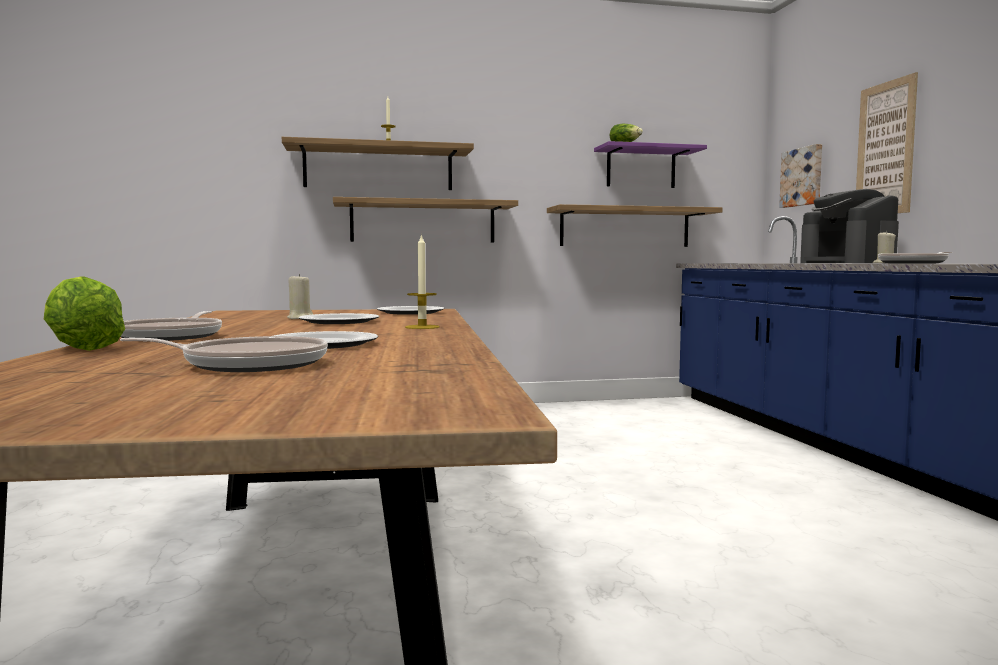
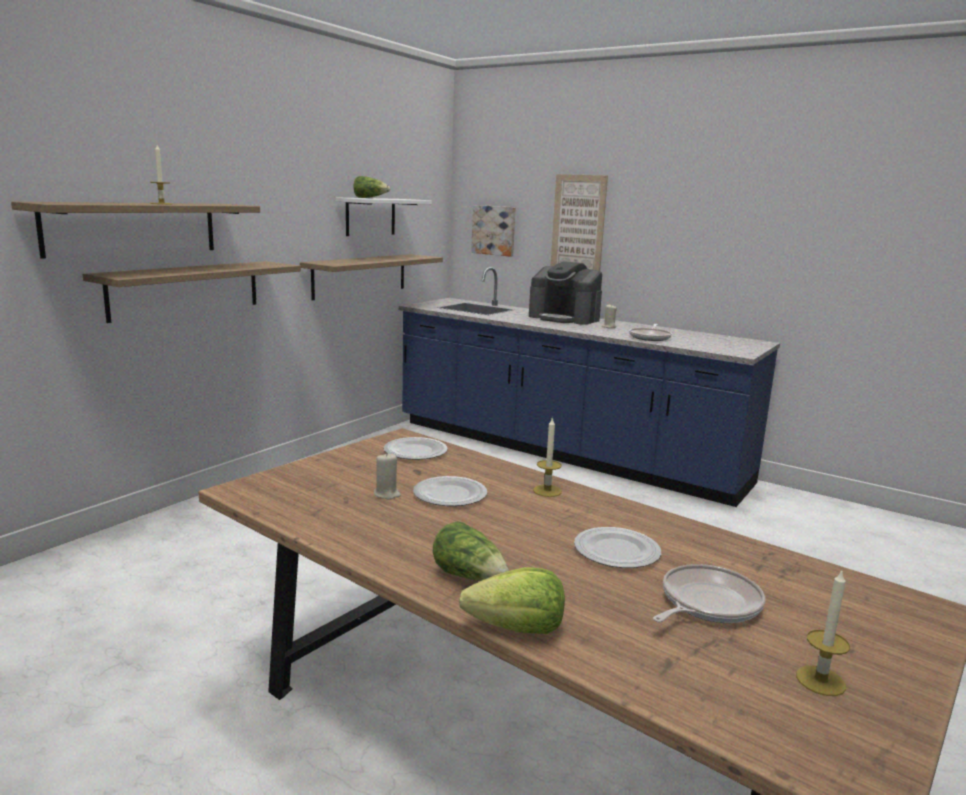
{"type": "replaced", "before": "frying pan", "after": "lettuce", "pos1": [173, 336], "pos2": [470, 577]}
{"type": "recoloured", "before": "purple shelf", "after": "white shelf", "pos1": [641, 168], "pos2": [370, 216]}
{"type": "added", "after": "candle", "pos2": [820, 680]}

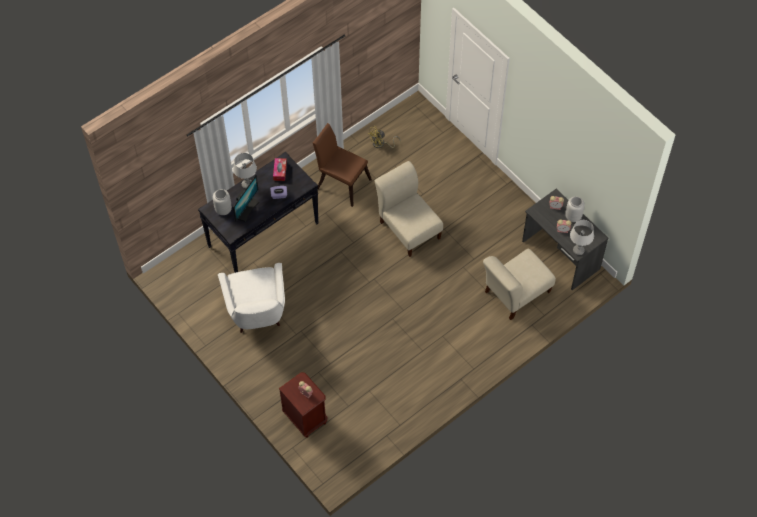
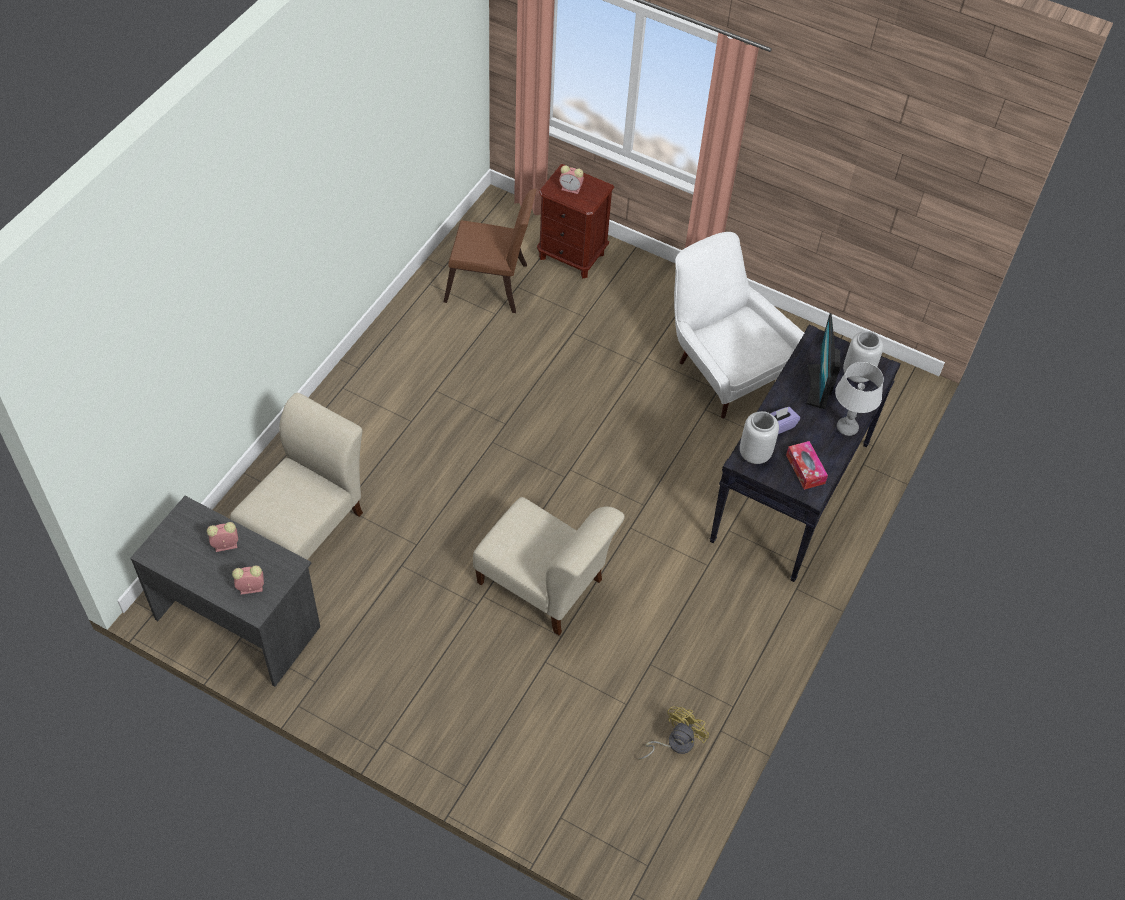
{"type": "moved", "before": "brown chair", "pos1": [341, 182], "pos2": [491, 286]}
{"type": "moved", "before": "grey vase", "pos1": [573, 216], "pos2": [754, 454]}
{"type": "removed", "before": "grey table lamp", "pos1": [578, 250]}

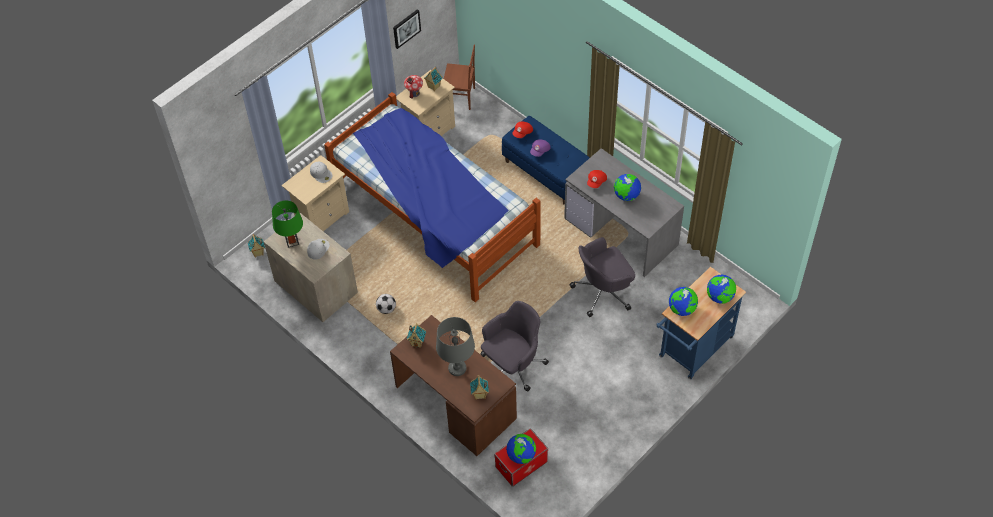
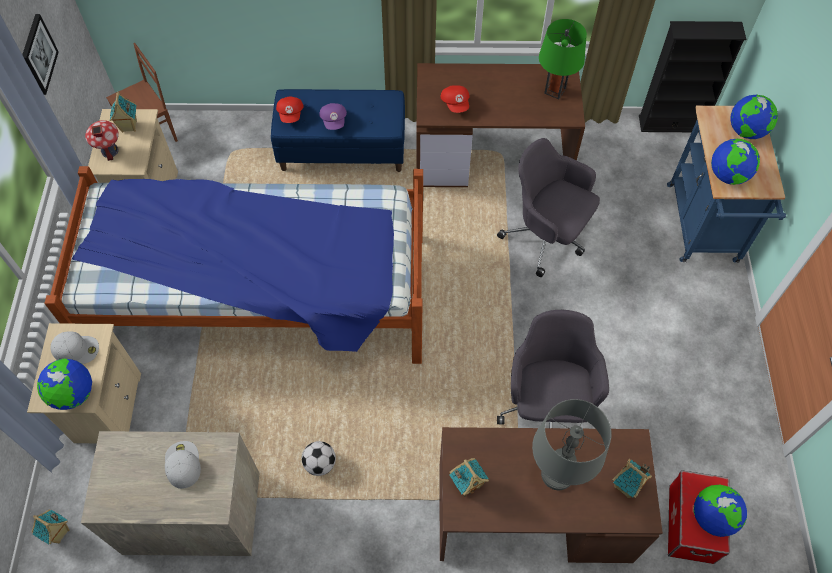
{"type": "moved", "before": "green table lamp", "pos1": [292, 242], "pos2": [555, 90]}
{"type": "recoloured", "before": "grey desk", "after": "brown desk", "pos1": [622, 231], "pos2": [492, 156]}
{"type": "turned", "before": "grey office chair", "pos1": [603, 291], "pos2": [546, 236], "turn": 105}
{"type": "moved", "before": "globe", "pos1": [626, 195], "pos2": [73, 394]}
{"type": "added", "after": "black bookcase", "pos2": [671, 124]}

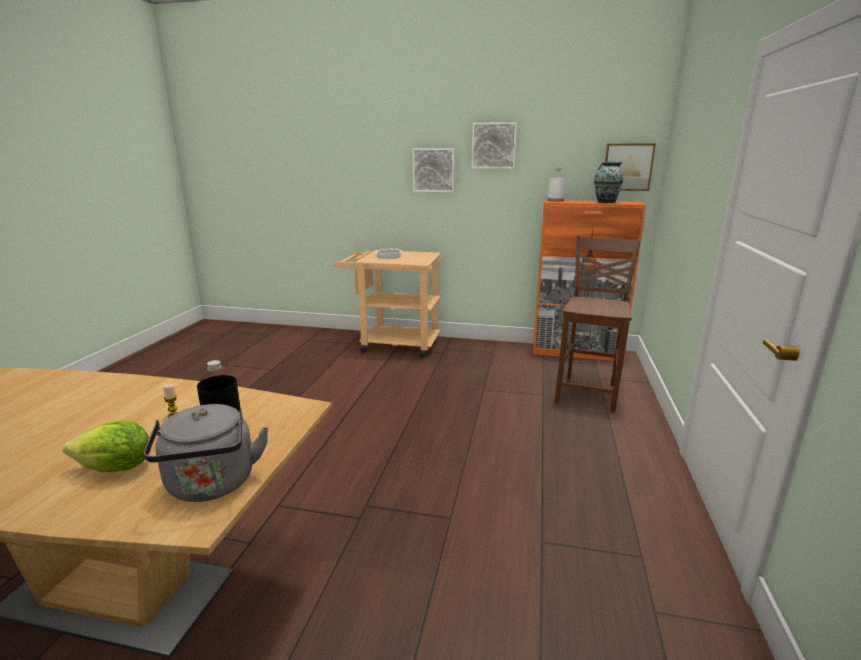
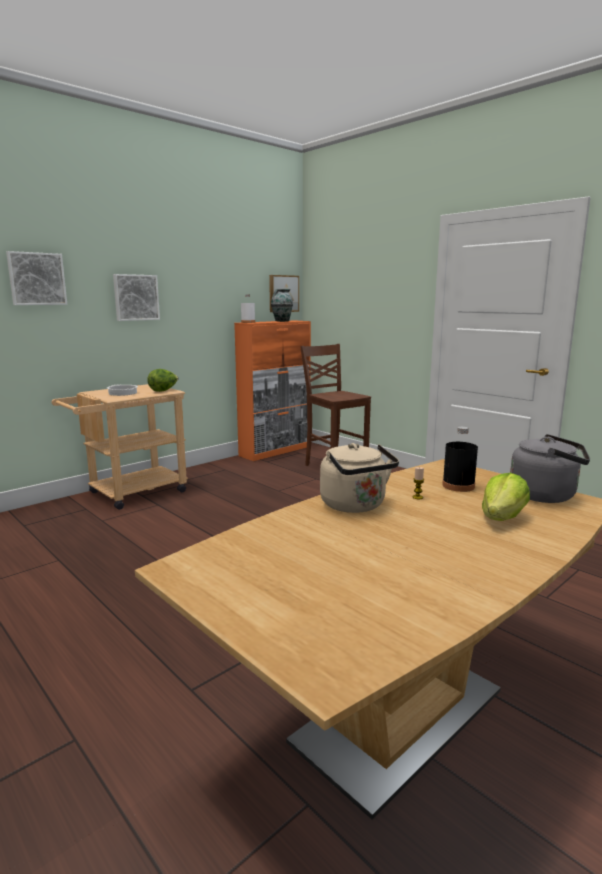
{"type": "moved", "before": "picture", "pos1": [494, 145], "pos2": [36, 279]}
{"type": "added", "after": "lettuce", "pos2": [163, 390]}
{"type": "added", "after": "beige kettle", "pos2": [355, 506]}

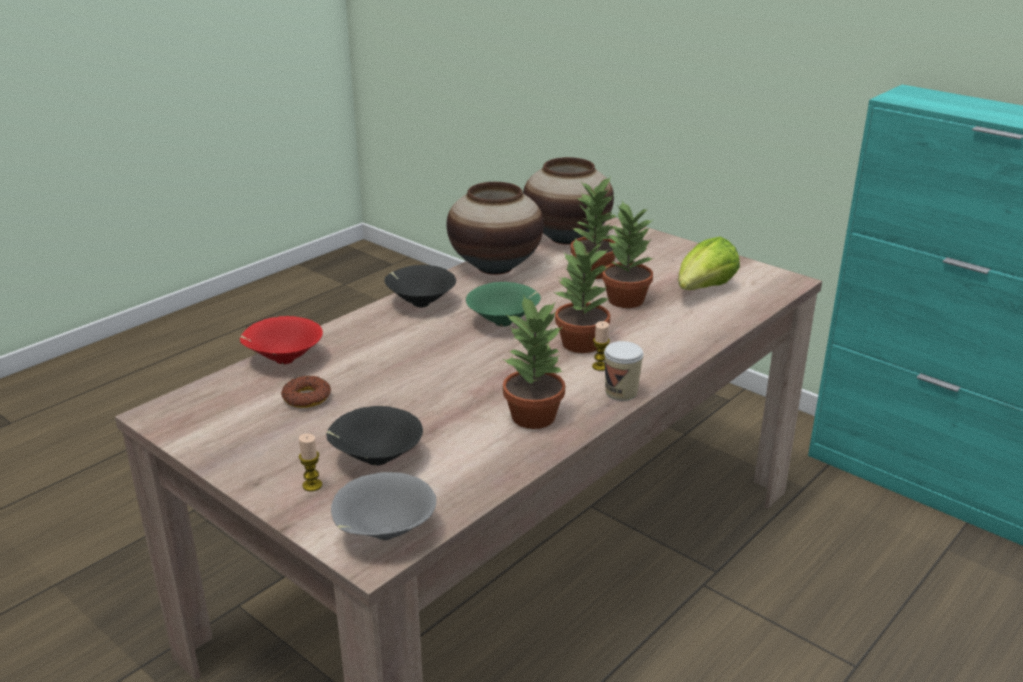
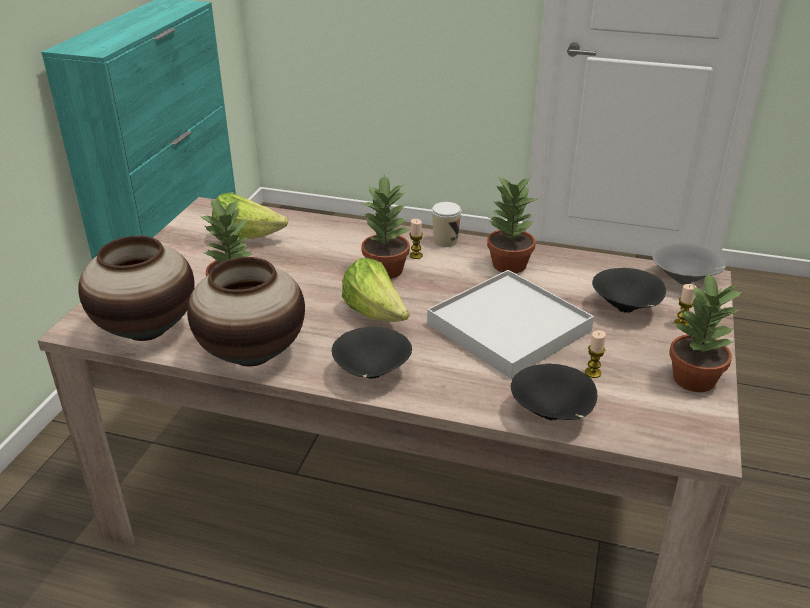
{"type": "recoloured", "before": "red bowl", "after": "black bowl", "pos1": [283, 360], "pos2": [552, 415]}
{"type": "replaced", "before": "donut", "after": "candle", "pos1": [306, 398], "pos2": [592, 373]}
{"type": "replaced", "before": "green bowl", "after": "lettuce", "pos1": [504, 322], "pos2": [376, 314]}
{"type": "moved", "before": "potted plant", "pos1": [625, 299], "pos2": [694, 380]}
{"type": "added", "after": "white tray", "pos2": [508, 327]}

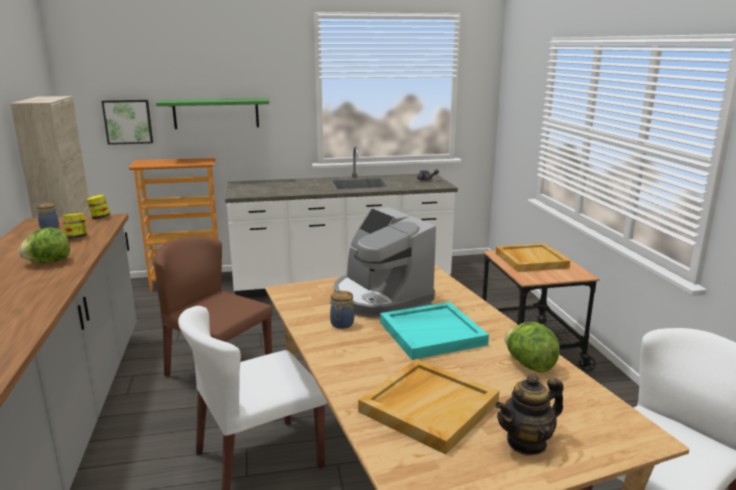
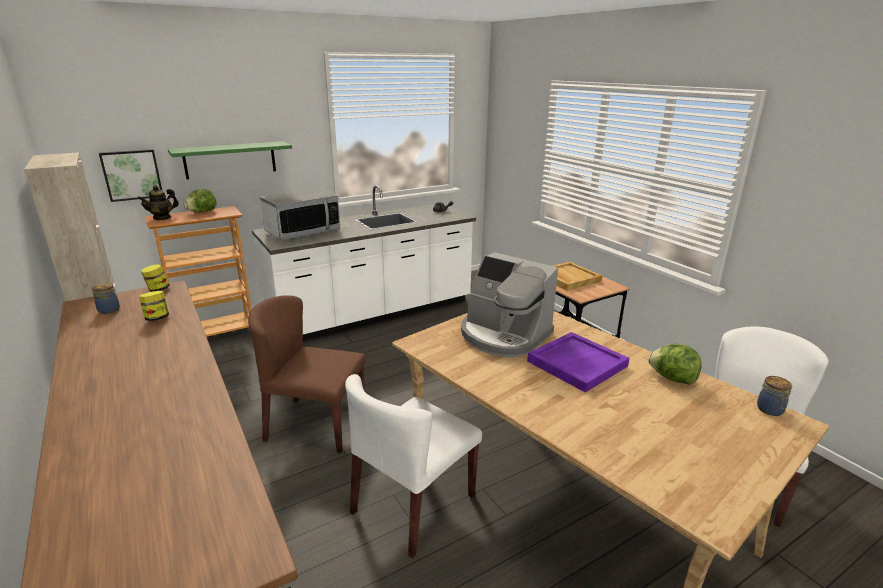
{"type": "moved", "before": "lettuce", "pos1": [48, 262], "pos2": [202, 212]}
{"type": "moved", "before": "jar", "pos1": [341, 324], "pos2": [770, 410]}
{"type": "removed", "before": "beige tray", "pos1": [428, 406]}
{"type": "recoloured", "before": "turquoise tray", "after": "purple tray", "pos1": [432, 333], "pos2": [577, 363]}
{"type": "moved", "before": "teapot", "pos1": [527, 442], "pos2": [162, 218]}
{"type": "added", "after": "microwave", "pos2": [303, 231]}

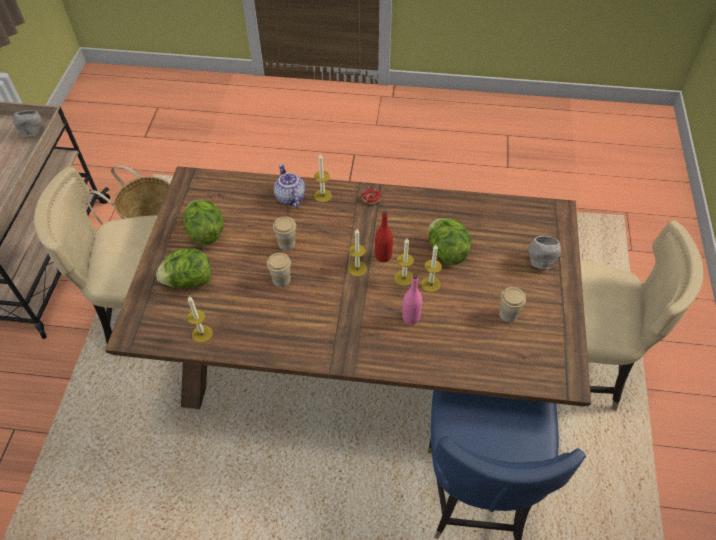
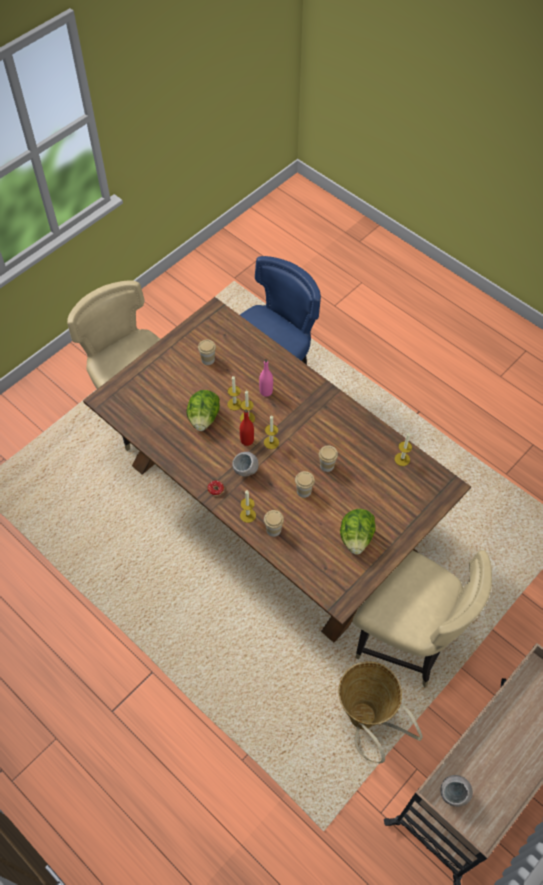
{"type": "removed", "before": "lettuce", "pos1": [188, 281]}
{"type": "replaced", "before": "teapot", "after": "cup", "pos1": [289, 197], "pos2": [273, 529]}
{"type": "moved", "before": "grey bowl", "pos1": [540, 262], "pos2": [246, 471]}

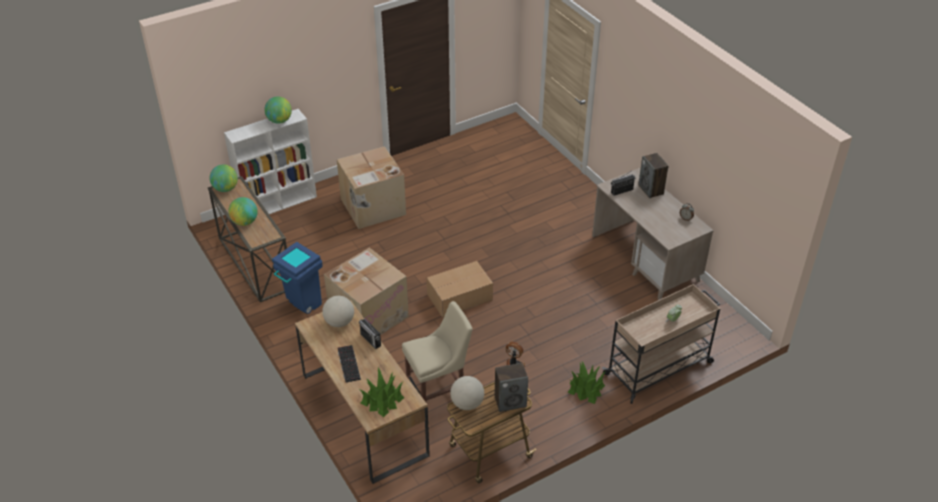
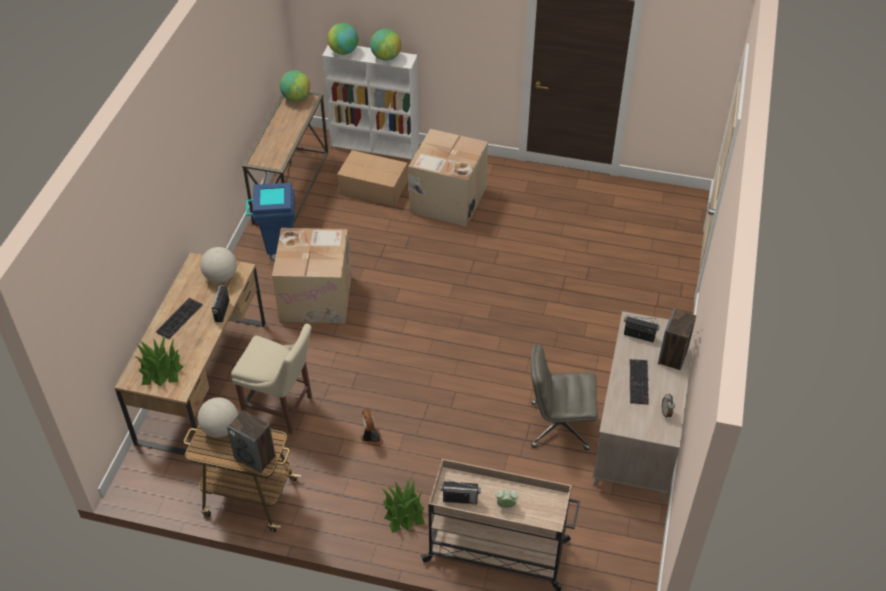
{"type": "moved", "before": "globe", "pos1": [245, 222], "pos2": [343, 51]}
{"type": "moved", "before": "cardboard box", "pos1": [458, 297], "pos2": [372, 186]}
{"type": "added", "after": "radio", "pos2": [460, 499]}
{"type": "added", "after": "grey office chair", "pos2": [558, 426]}
{"type": "added", "after": "keyboard", "pos2": [639, 382]}

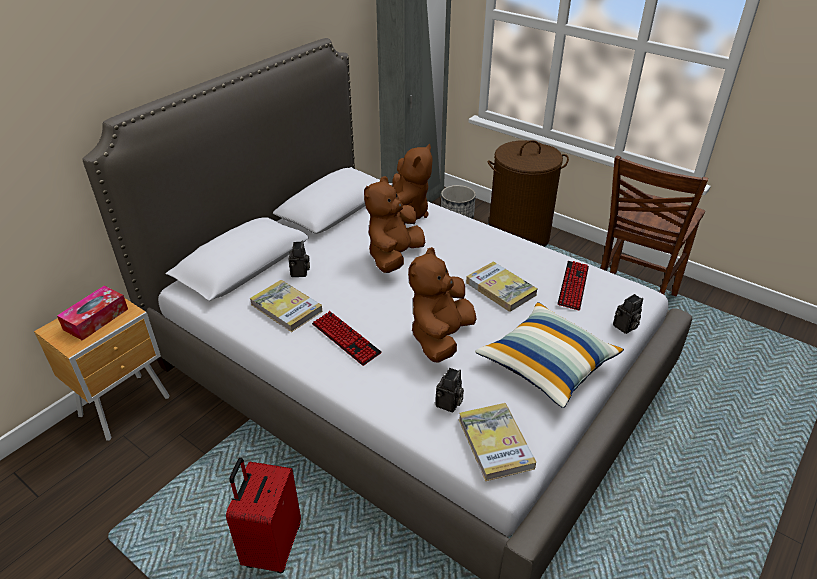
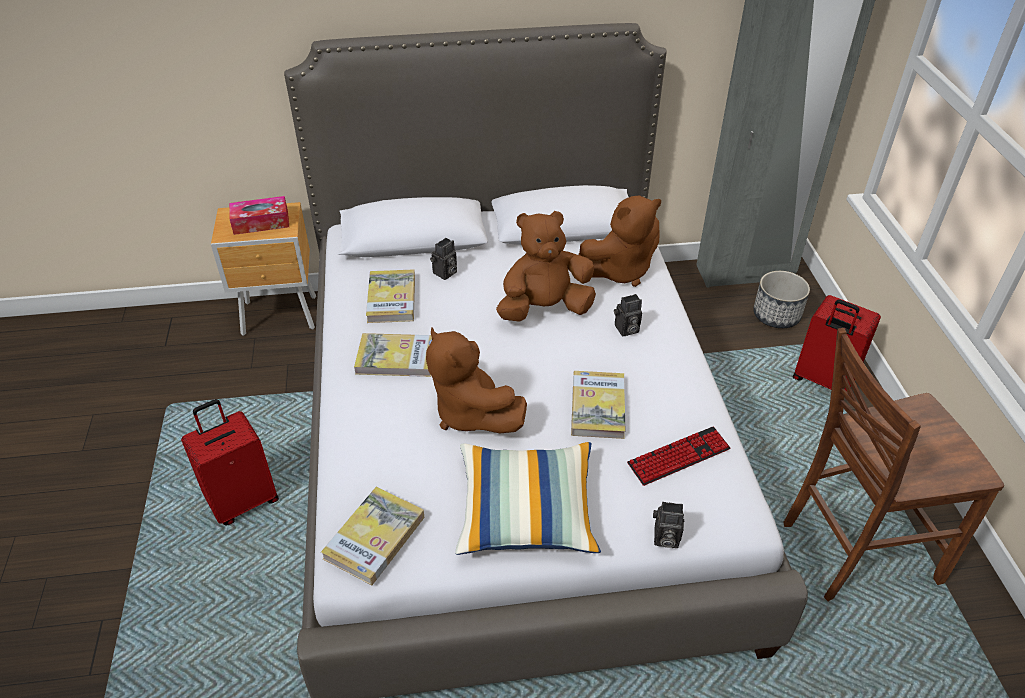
{"type": "replaced", "before": "keyboard", "after": "book", "pos1": [346, 339], "pos2": [396, 358]}
{"type": "turned", "before": "brown plush toy", "pos1": [440, 337], "pos2": [471, 413], "turn": -105}
{"type": "moved", "before": "photo camera", "pos1": [449, 404], "pos2": [626, 330]}
{"type": "replaced", "before": "brown laundry basket", "after": "red suitcase", "pos1": [518, 236], "pos2": [822, 380]}

